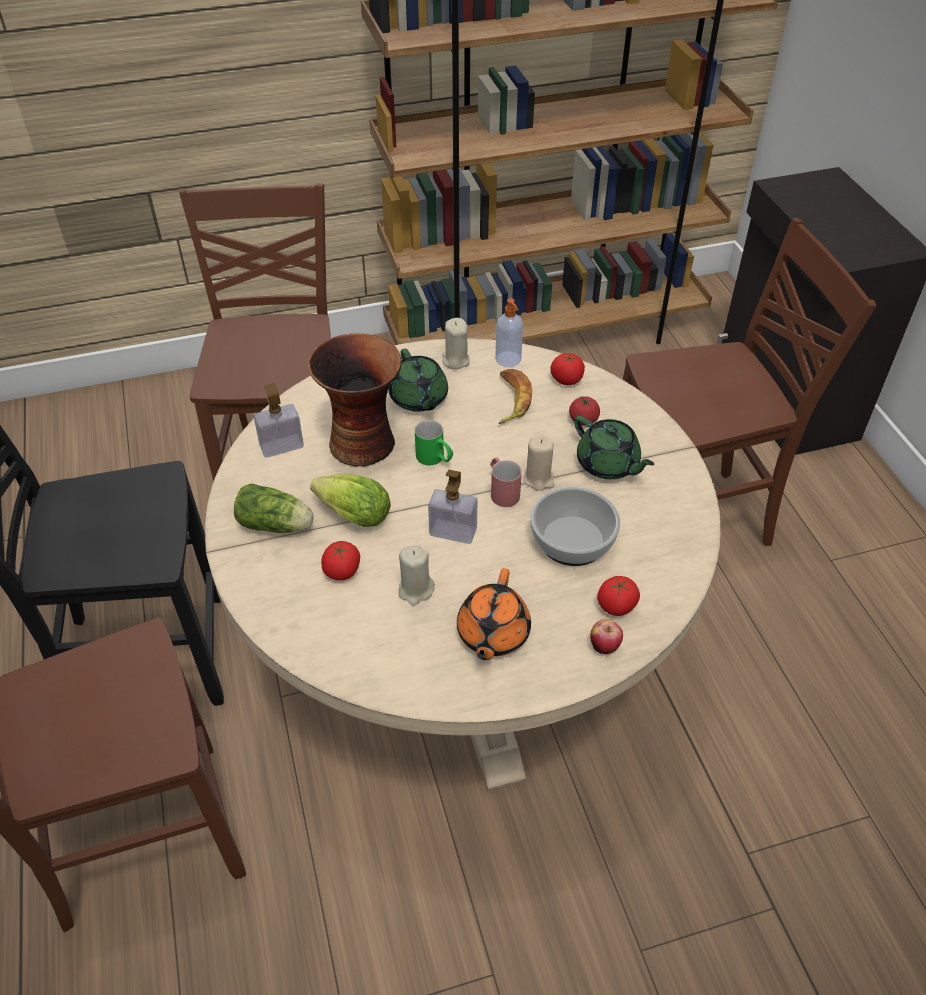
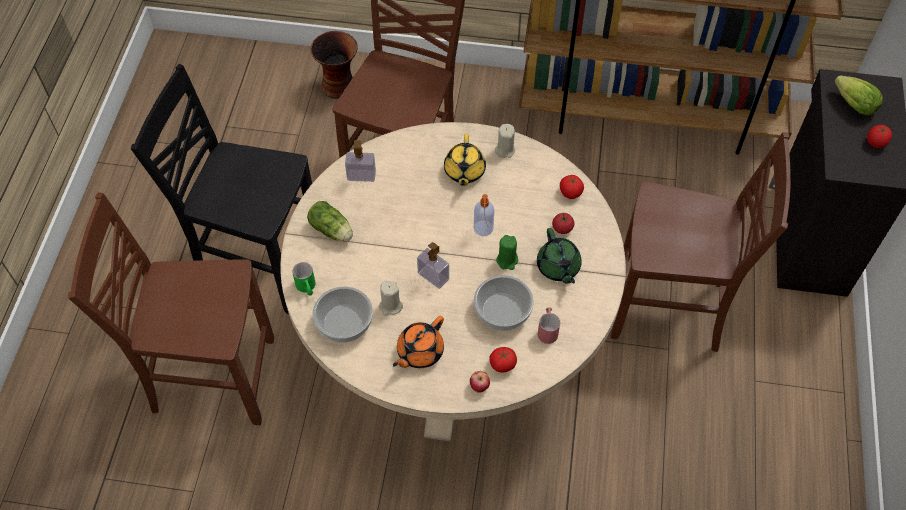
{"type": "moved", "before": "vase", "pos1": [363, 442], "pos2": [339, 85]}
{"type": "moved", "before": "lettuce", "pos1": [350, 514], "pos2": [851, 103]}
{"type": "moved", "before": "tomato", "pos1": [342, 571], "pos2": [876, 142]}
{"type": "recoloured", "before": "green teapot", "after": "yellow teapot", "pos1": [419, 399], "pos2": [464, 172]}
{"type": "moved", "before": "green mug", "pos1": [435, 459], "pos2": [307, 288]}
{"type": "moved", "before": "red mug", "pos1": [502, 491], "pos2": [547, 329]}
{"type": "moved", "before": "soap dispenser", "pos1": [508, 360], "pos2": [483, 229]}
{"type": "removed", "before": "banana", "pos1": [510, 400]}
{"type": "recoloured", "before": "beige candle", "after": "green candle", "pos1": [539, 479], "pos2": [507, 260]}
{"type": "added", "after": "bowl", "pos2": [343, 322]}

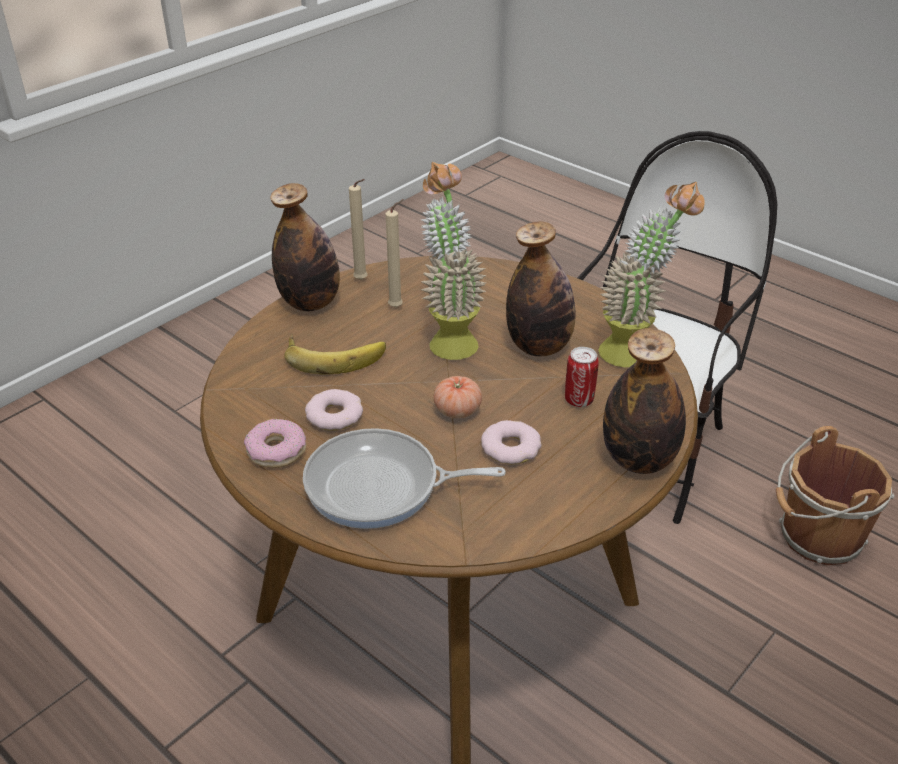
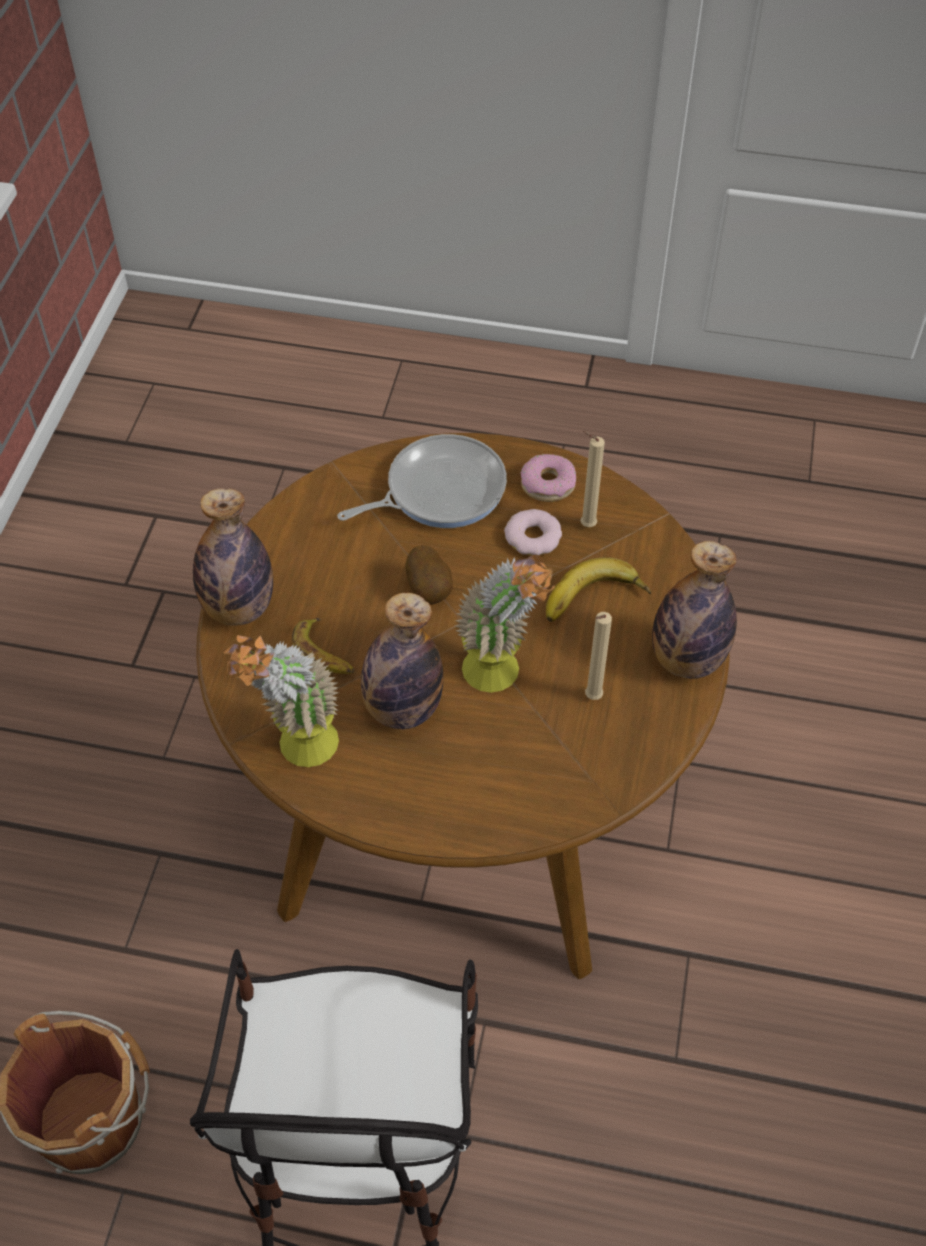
{"type": "moved", "before": "beige candle", "pos1": [362, 280], "pos2": [585, 525]}
{"type": "replaced", "before": "tomato", "after": "potato", "pos1": [457, 410], "pos2": [430, 590]}
{"type": "removed", "before": "donut", "pos1": [511, 447]}
{"type": "replaced", "before": "can", "after": "banana", "pos1": [579, 400], "pos2": [324, 654]}

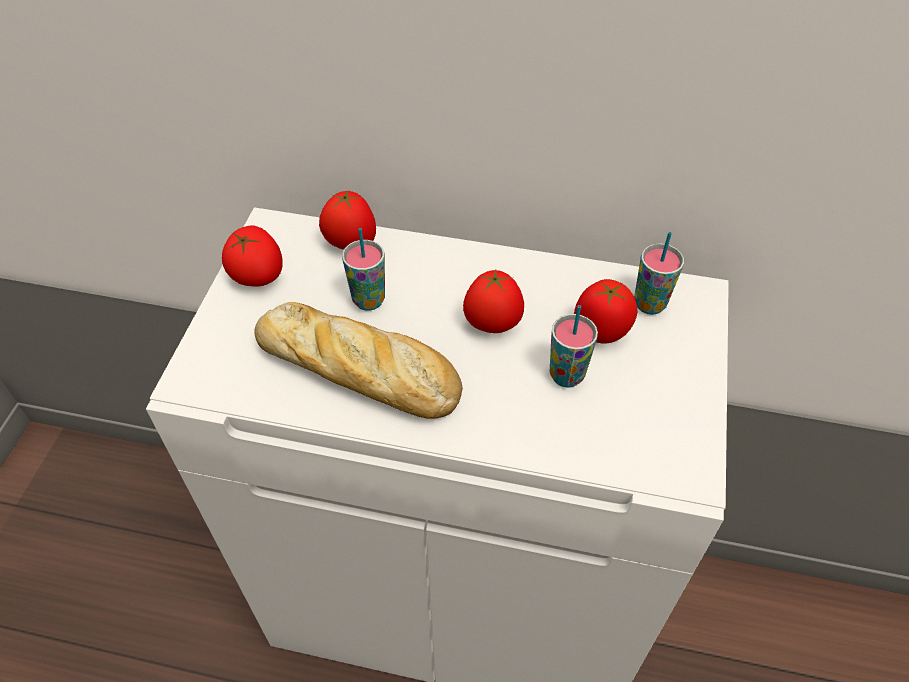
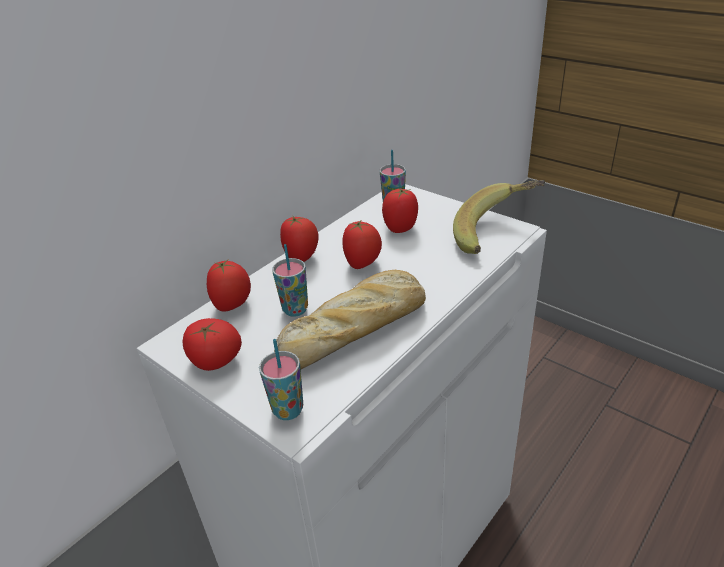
{"type": "moved", "before": "cup", "pos1": [566, 375], "pos2": [288, 410]}
{"type": "added", "after": "tomato", "pos2": [302, 258]}
{"type": "added", "after": "banana", "pos2": [497, 235]}

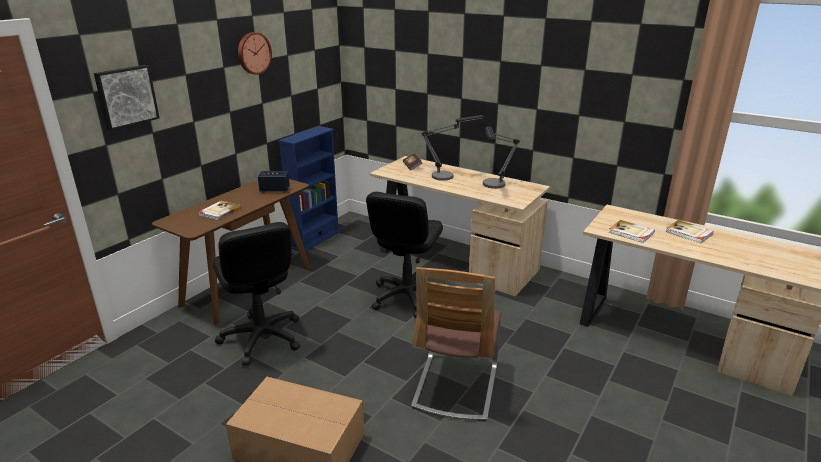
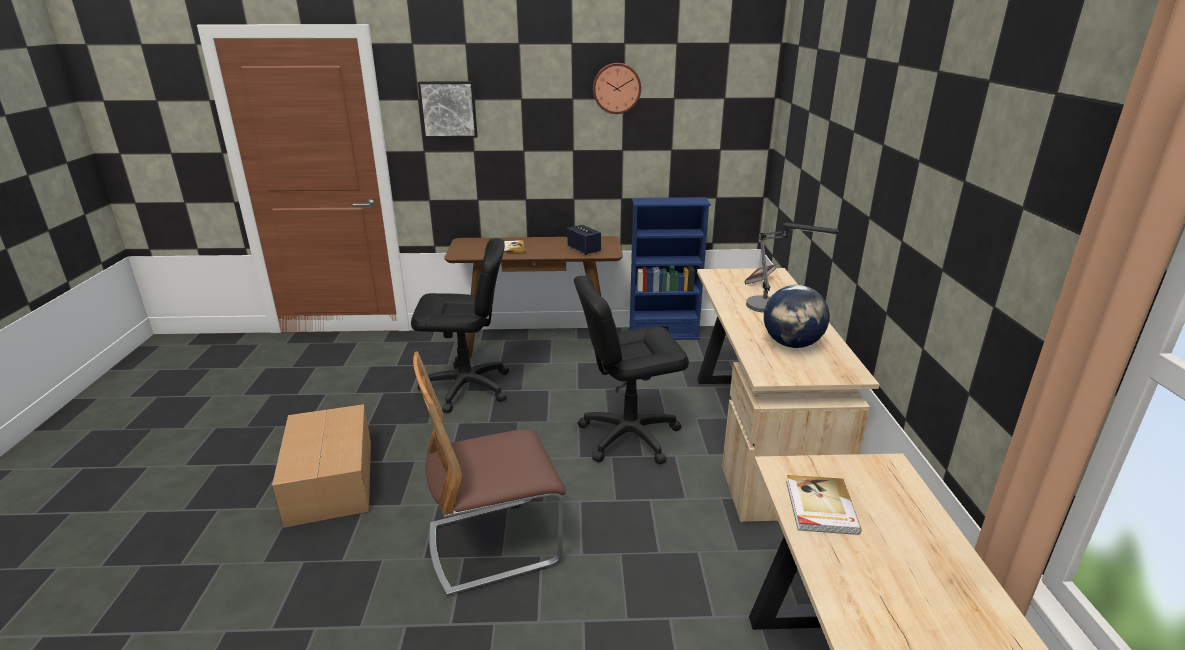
{"type": "turned", "before": "black office chair", "pos1": [261, 338], "pos2": [467, 388], "turn": -120}
{"type": "replaced", "before": "table lamp", "after": "globe", "pos1": [493, 187], "pos2": [791, 344]}
{"type": "removed", "before": "book", "pos1": [688, 233]}

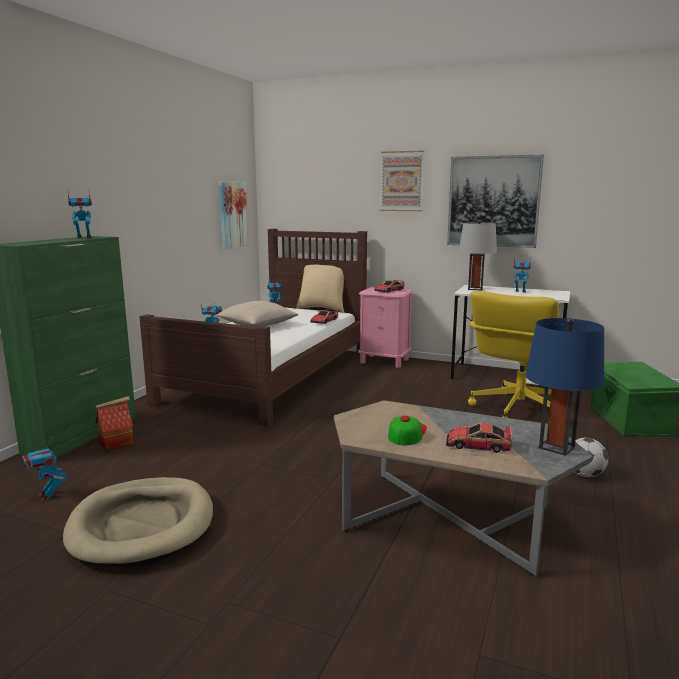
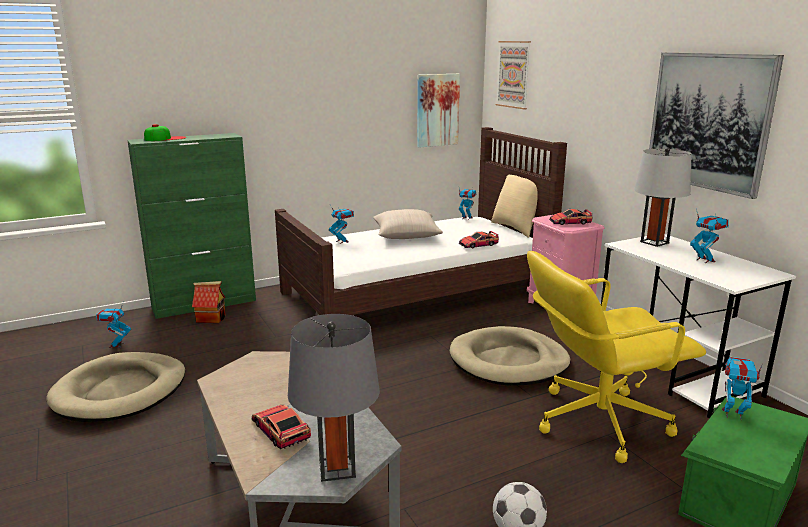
{"type": "moved", "before": "toy robot", "pos1": [84, 237], "pos2": [732, 414]}
{"type": "moved", "before": "picture", "pos1": [401, 181], "pos2": [513, 74]}
{"type": "moved", "before": "cap", "pos1": [407, 433], "pos2": [165, 138]}
{"type": "recoloured", "before": "blue table lamp", "after": "grey table lamp", "pos1": [556, 447], "pos2": [337, 469]}
{"type": "added", "after": "beige dog bed", "pos2": [508, 361]}

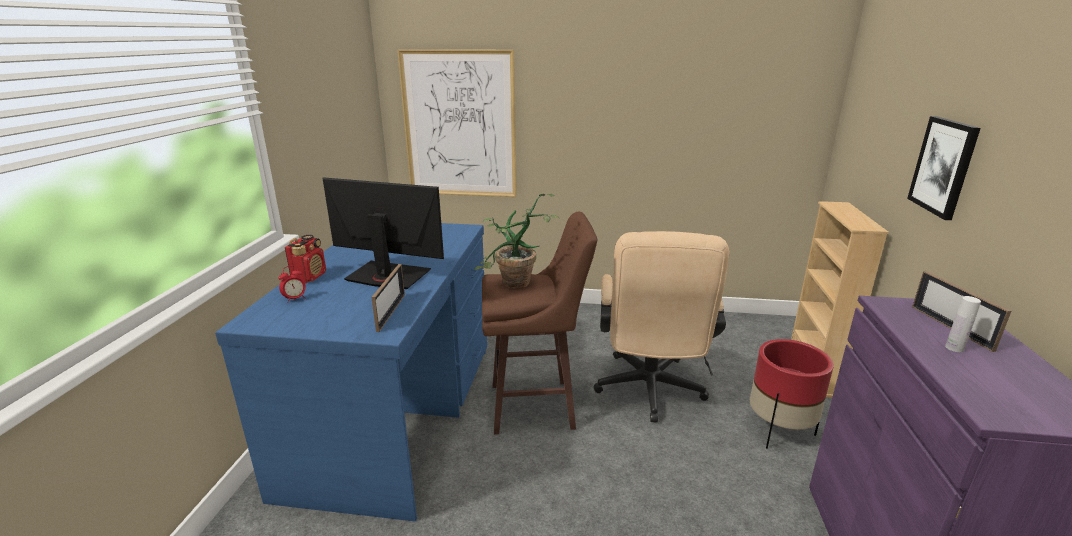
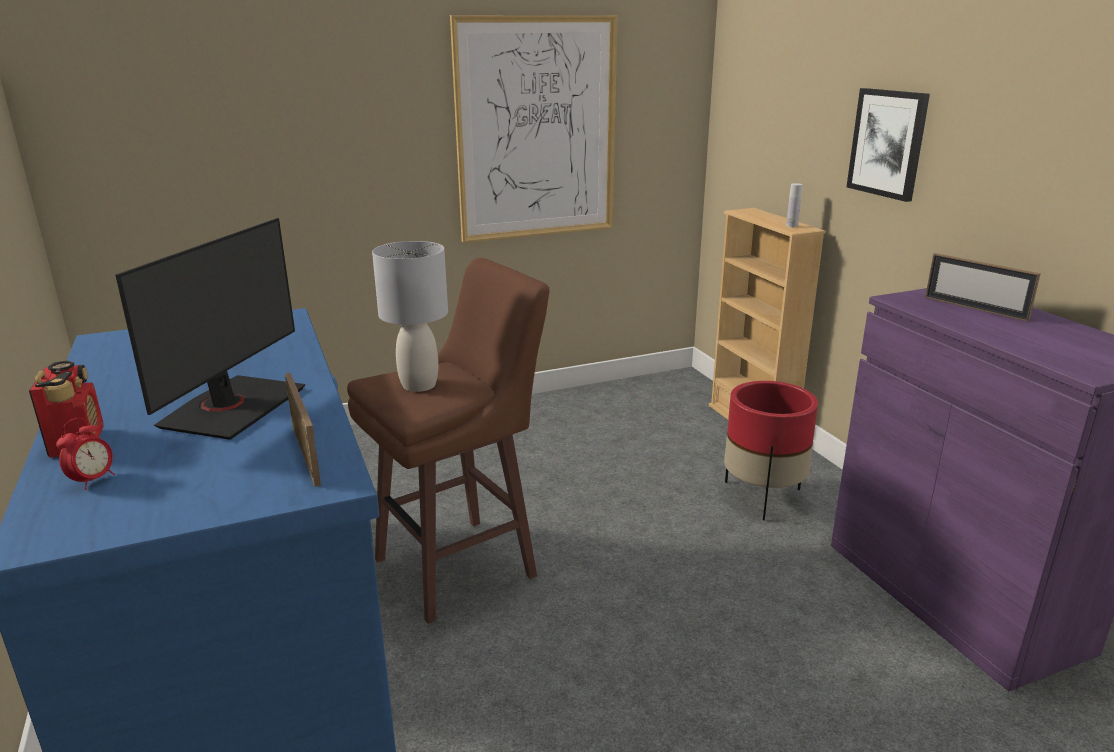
{"type": "turned", "before": "monitor", "pos1": [387, 276], "pos2": [232, 407], "turn": 120}
{"type": "moved", "before": "picture", "pos1": [460, 125], "pos2": [536, 130]}
{"type": "replaced", "before": "potted plant", "after": "grey table lamp", "pos1": [514, 286], "pos2": [419, 385]}
{"type": "removed", "before": "beige office chair", "pos1": [649, 392]}
{"type": "moved", "before": "white bottle", "pos1": [954, 348], "pos2": [792, 226]}

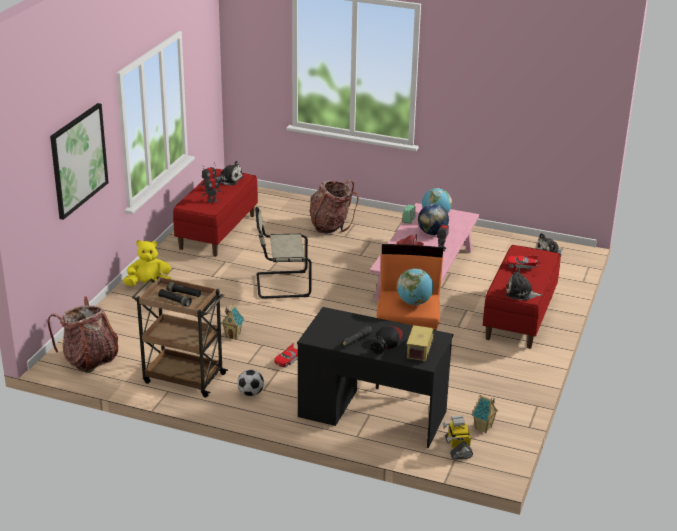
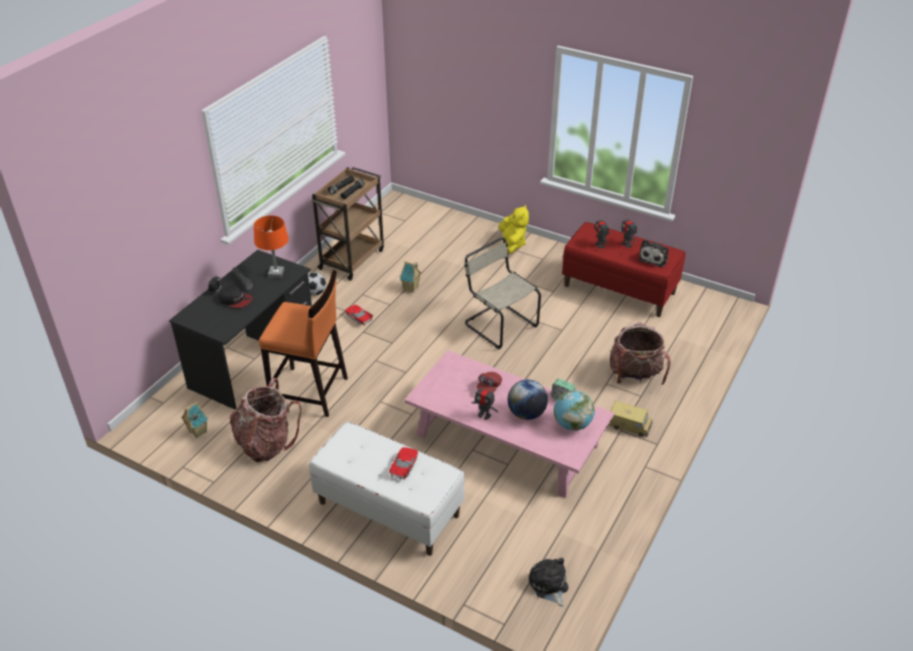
{"type": "moved", "before": "backpack", "pos1": [89, 359], "pos2": [266, 443]}
{"type": "removed", "before": "picture", "pos1": [78, 160]}
{"type": "turned", "before": "beige chair", "pos1": [280, 285], "pos2": [498, 324], "turn": -45}
{"type": "removed", "before": "globe", "pos1": [414, 302]}
{"type": "moved", "before": "toy truck", "pos1": [419, 350], "pos2": [629, 425]}
{"type": "removed", "before": "toy robot", "pos1": [457, 448]}
{"type": "recoloured", "before": "red bench", "after": "white bench", "pos1": [520, 317], "pos2": [388, 509]}
{"type": "removed", "before": "plush toy", "pos1": [521, 293]}
{"type": "added", "after": "orange table lamp", "pos2": [276, 274]}

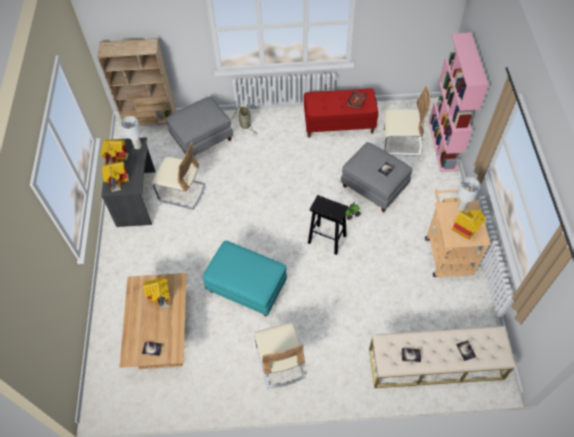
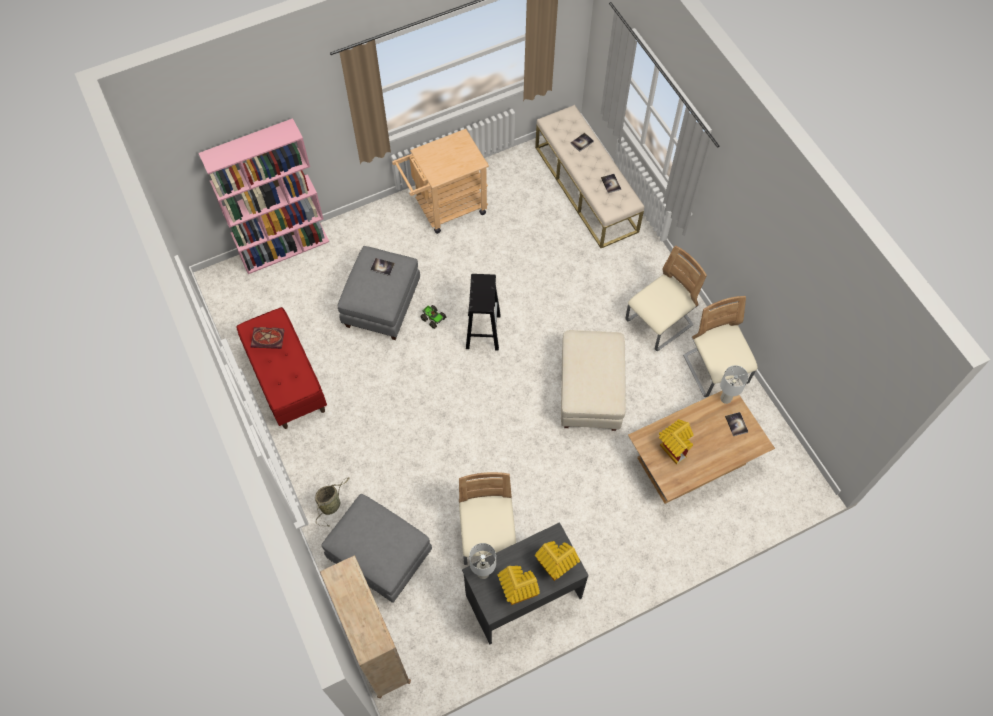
{"type": "recoloured", "before": "turquoise ottoman", "after": "beige ottoman", "pos1": [247, 288], "pos2": [590, 392]}
{"type": "moved", "before": "beige chair", "pos1": [401, 143], "pos2": [715, 370]}
{"type": "removed", "before": "toy house", "pos1": [465, 231]}
{"type": "moved", "before": "white table lamp", "pos1": [461, 207], "pos2": [725, 399]}

